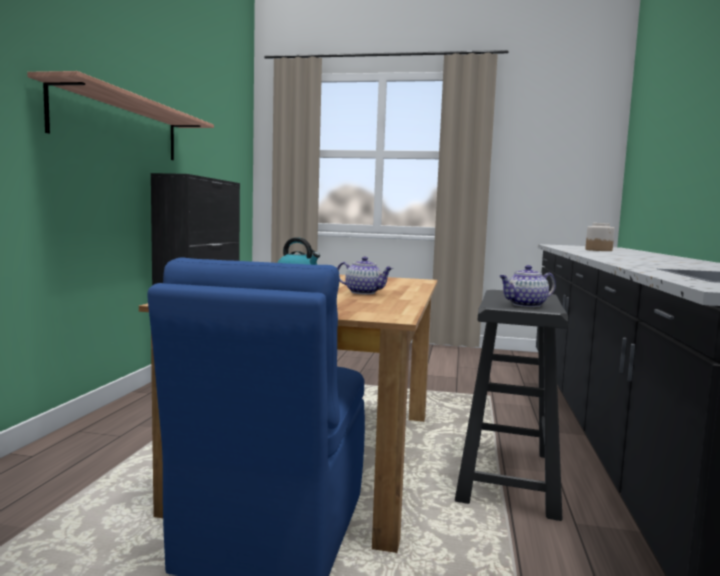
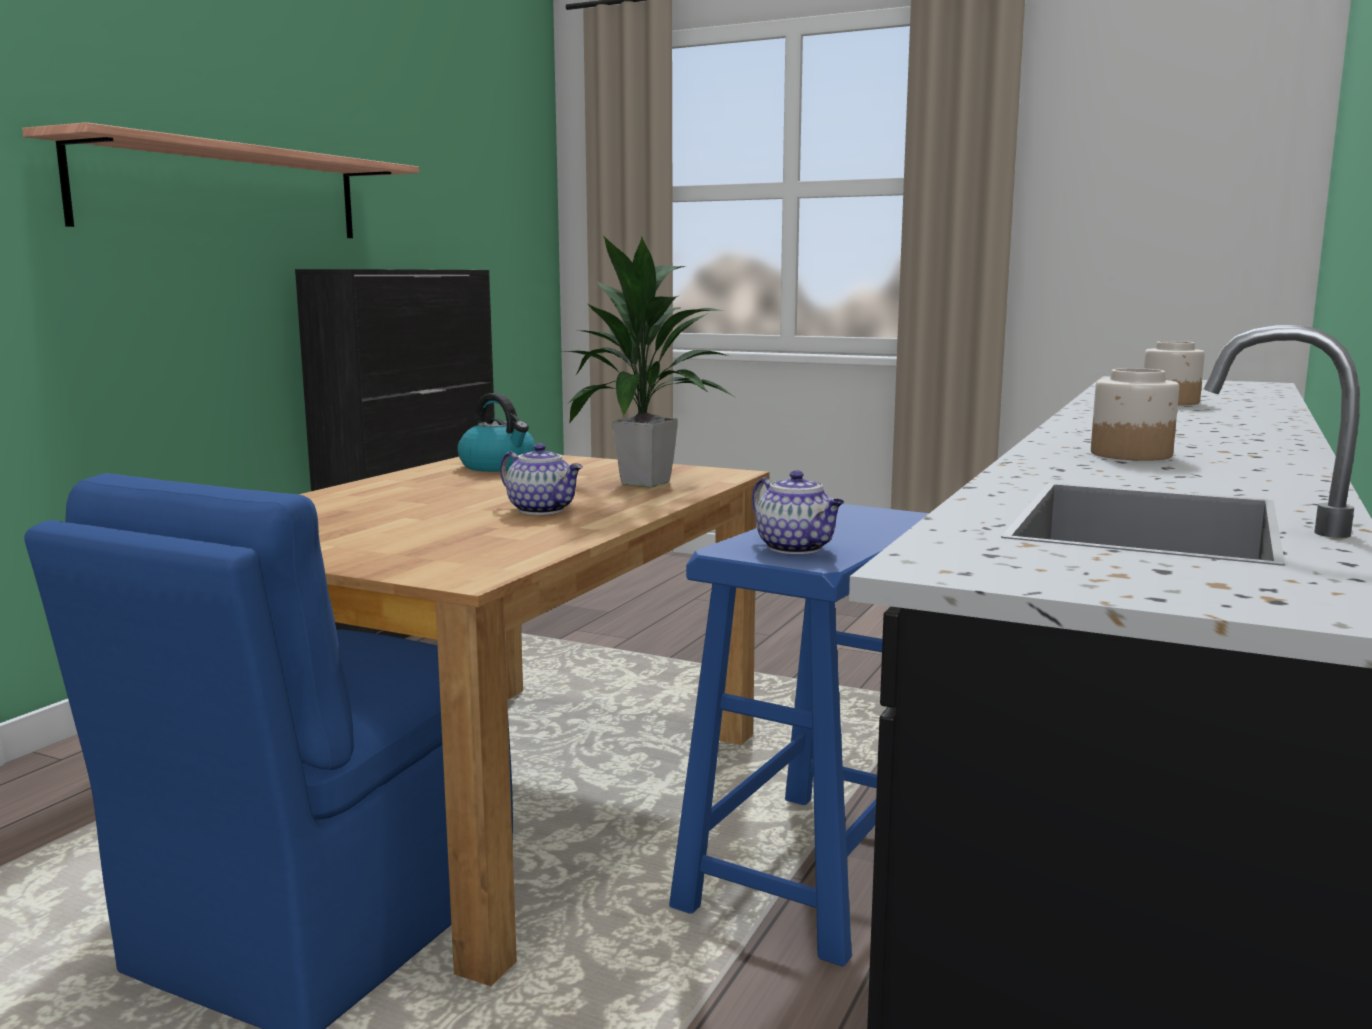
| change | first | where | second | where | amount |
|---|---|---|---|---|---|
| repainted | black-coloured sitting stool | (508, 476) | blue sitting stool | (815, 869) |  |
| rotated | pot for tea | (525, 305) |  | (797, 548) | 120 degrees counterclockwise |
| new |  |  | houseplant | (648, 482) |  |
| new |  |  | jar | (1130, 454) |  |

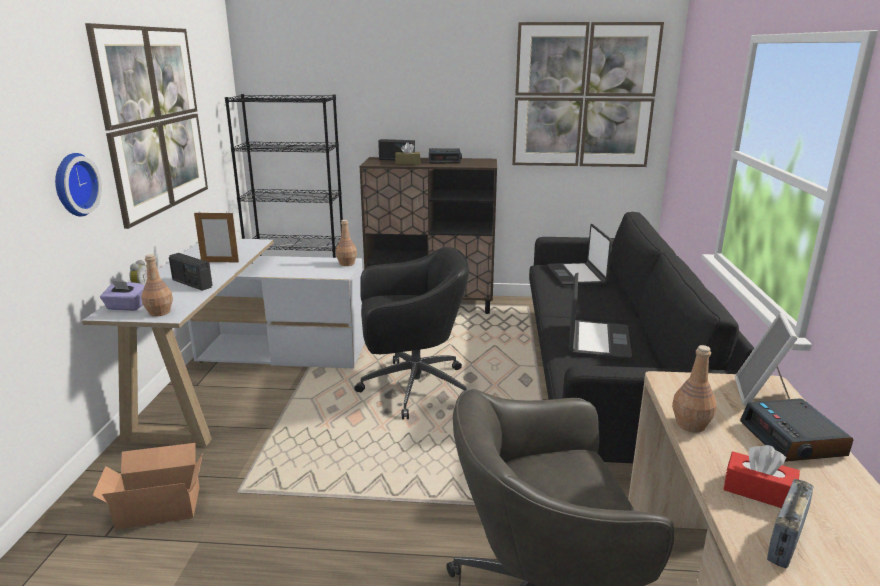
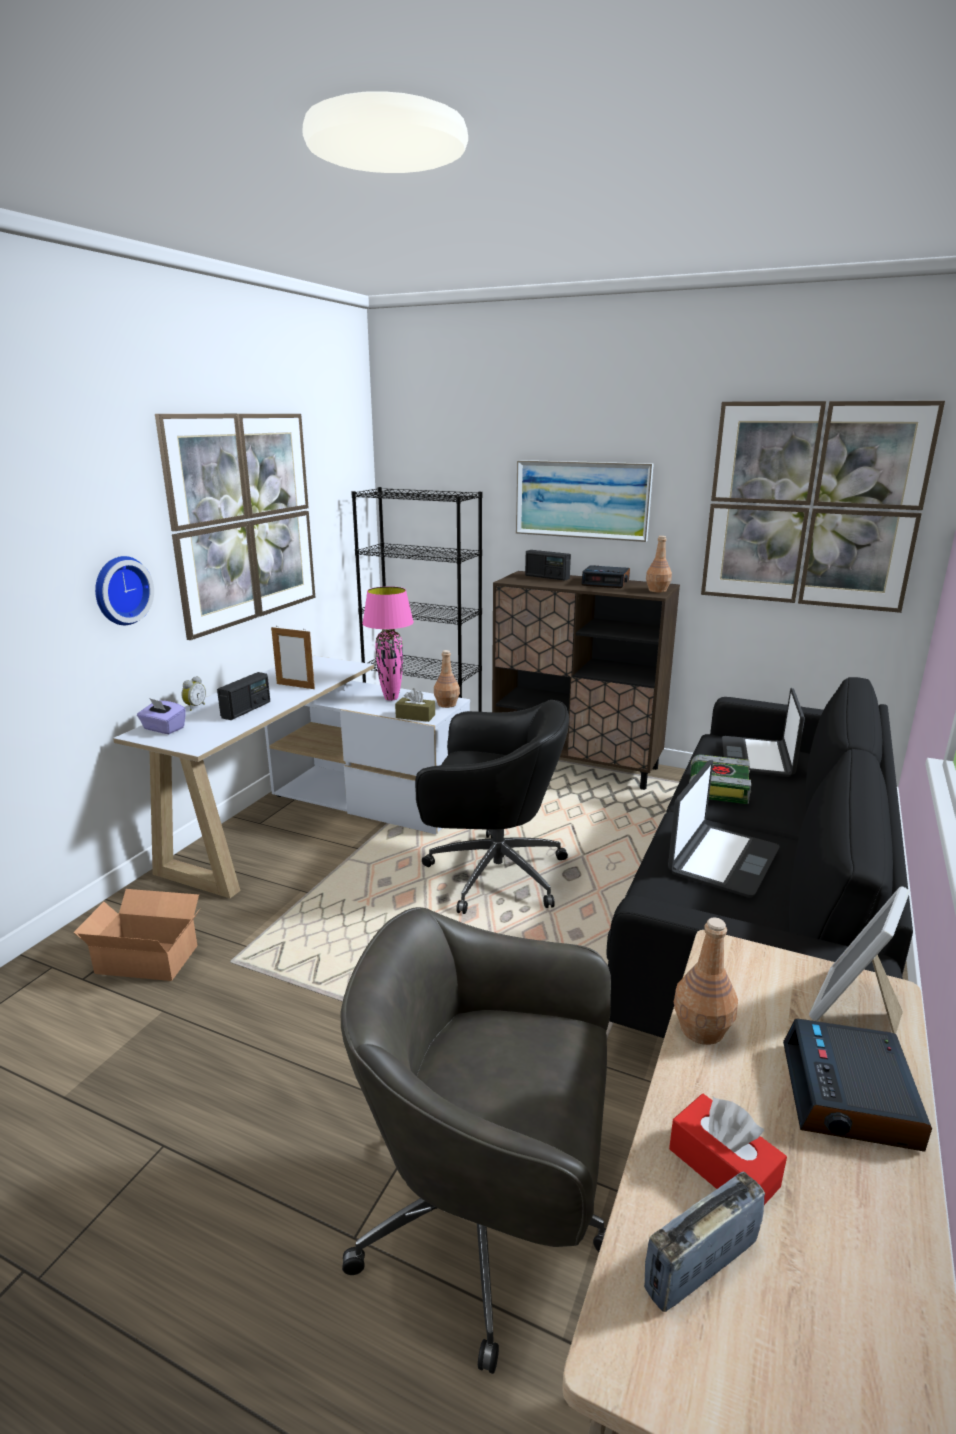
| change | first | where | second | where | amount |
|---|---|---|---|---|---|
| shifted | brown-coloured bottle | (159, 312) |  | (657, 590) |  |
| rotated | radio | (191, 284) |  | (246, 710) | 120 degrees counterclockwise |
| shifted | brown-coloured box of tissues | (407, 163) |  | (415, 716) |  |
| new |  |  | pink table lamp | (391, 698) |  |
| new |  |  | wall picture | (582, 499) |  |
| new |  |  | volume | (717, 786) |  |

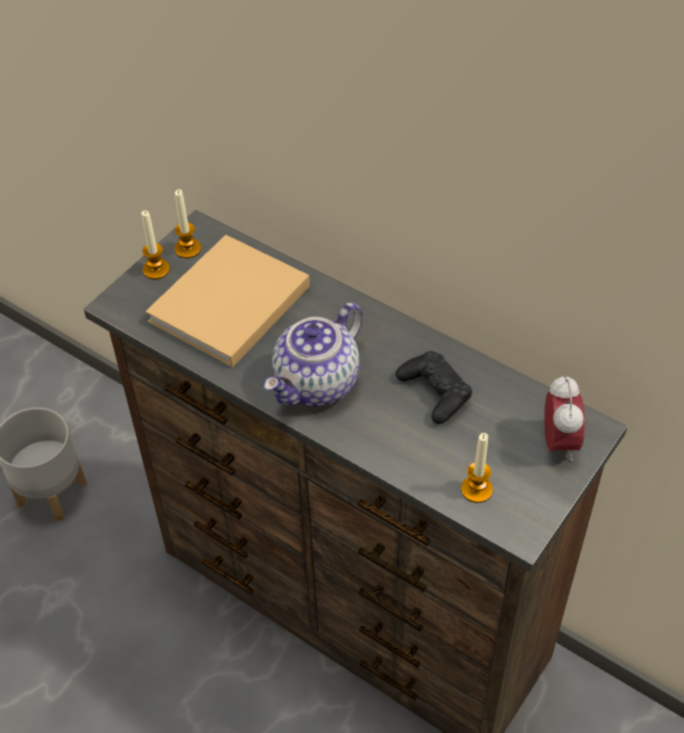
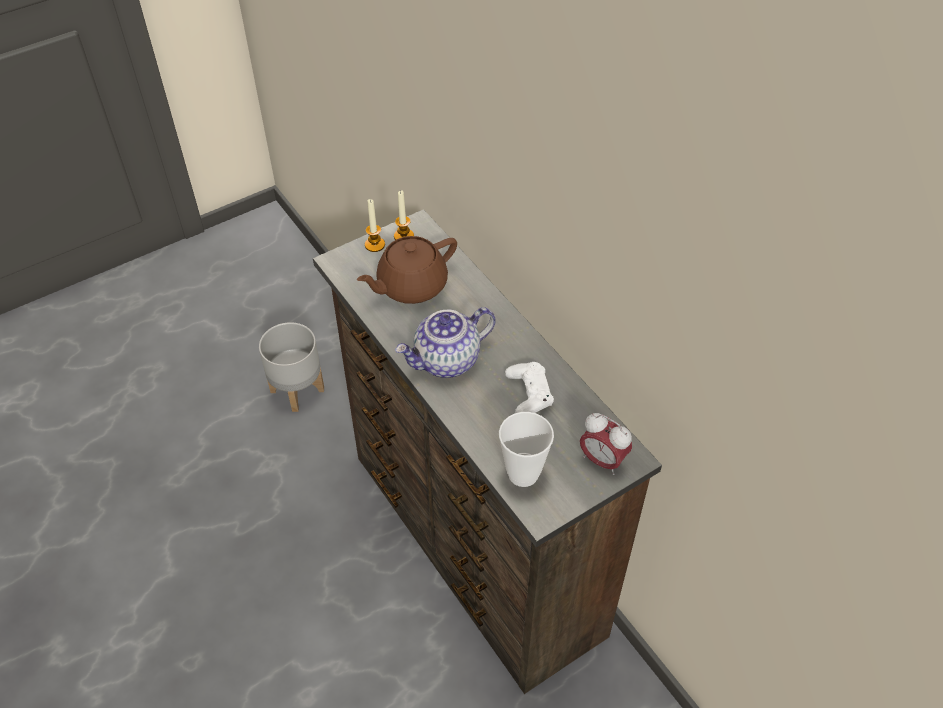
| change | first | where | second | where | amount |
|---|---|---|---|---|---|
| swapped | beige volume | (226, 306) | brown-coloured pot for tea | (410, 286) |  |
| repainted | black-coloured game controller | (435, 392) | white game controller | (529, 393) |  |
| swapped | wax candle | (476, 489) | cup | (523, 474) |  |
| rotated | alarm clock | (559, 443) |  | (602, 460) | 105 degrees clockwise |

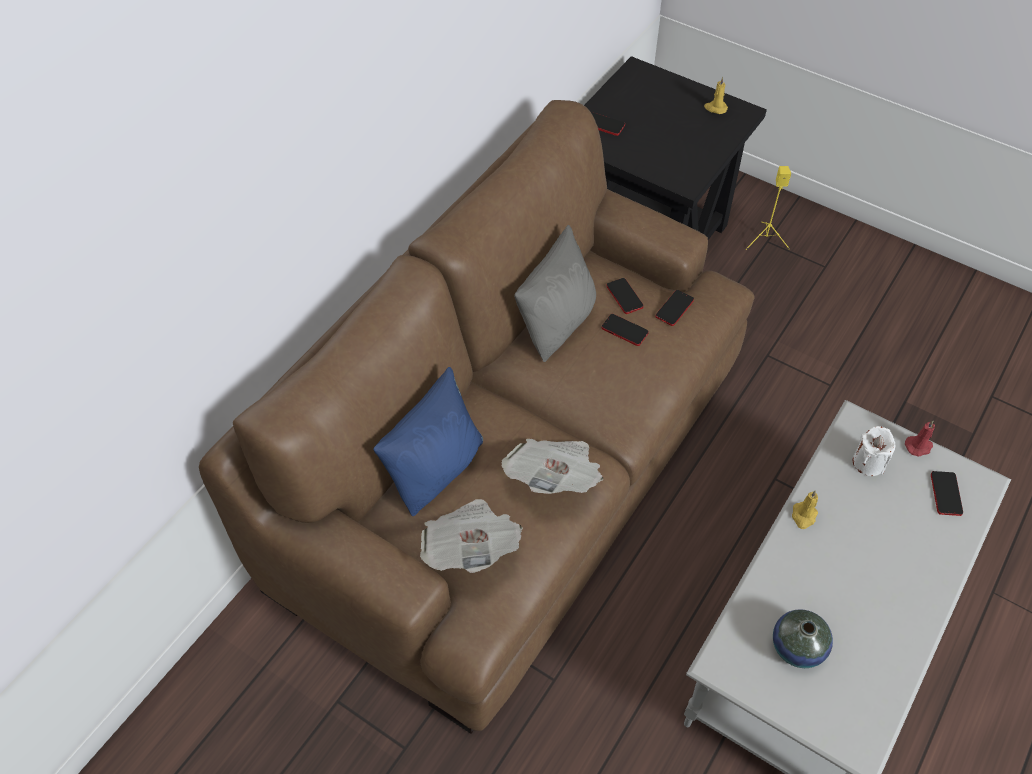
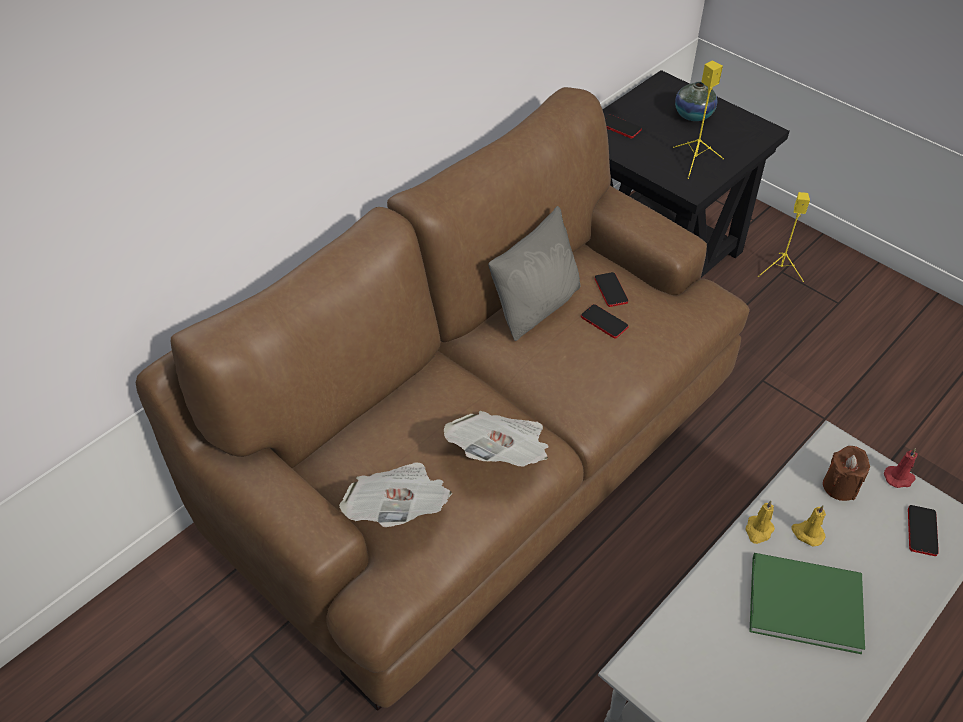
| change | first | where | second | where | amount |
|---|---|---|---|---|---|
| gone | blue cushion | (436, 469) |  |  |  |
| gone | telephone | (674, 308) |  |  |  |
| shifted | yellow-coloured wax candle | (715, 108) |  | (807, 533) |  |
| shifted | decorative vase | (797, 647) |  | (693, 115) |  |
| repainted | white wax candle | (868, 462) | brown-coloured wax candle | (840, 486) |  |
| new |  |  | yellow-coloured loudspeaker | (695, 161) |  |
| new |  |  | greenish volume | (801, 600) |  |

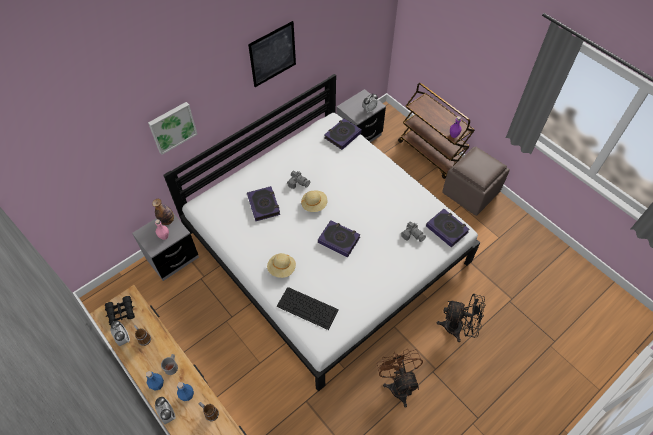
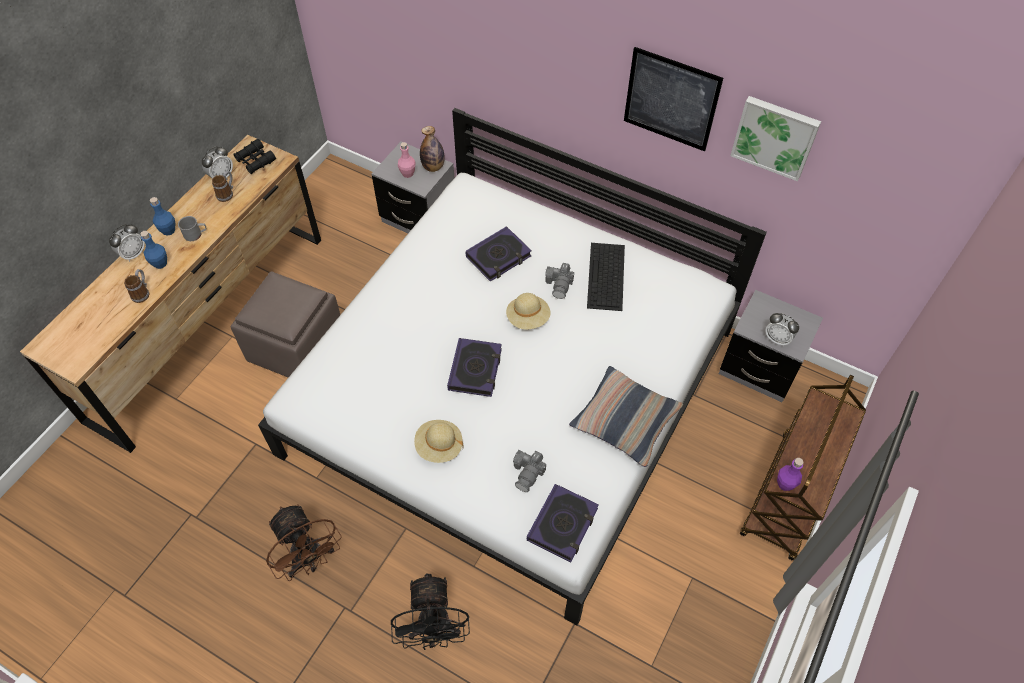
| change | first | where | second | where | amount |
|---|---|---|---|---|---|
| shifted | wall picture | (172, 127) |  | (775, 136) |  |
| shifted | beige clothing hat | (282, 269) |  | (439, 446) |  |
| shifted | keyboard | (308, 308) |  | (606, 277) |  |
| gone | volume | (342, 135) |  |  |  |
| rotated | brown-coloured cooling fan | (398, 384) |  | (310, 560) | 90 degrees clockwise |
| shifted | brown-coloured ottoman | (470, 193) |  | (295, 347) |  |
| new |  |  | cushion | (625, 421) |  |

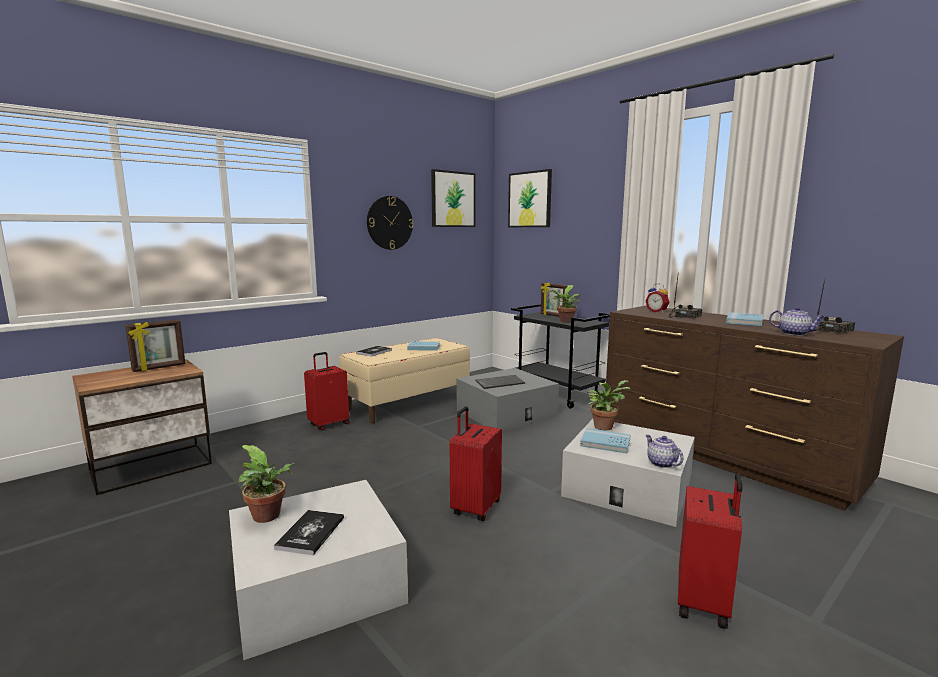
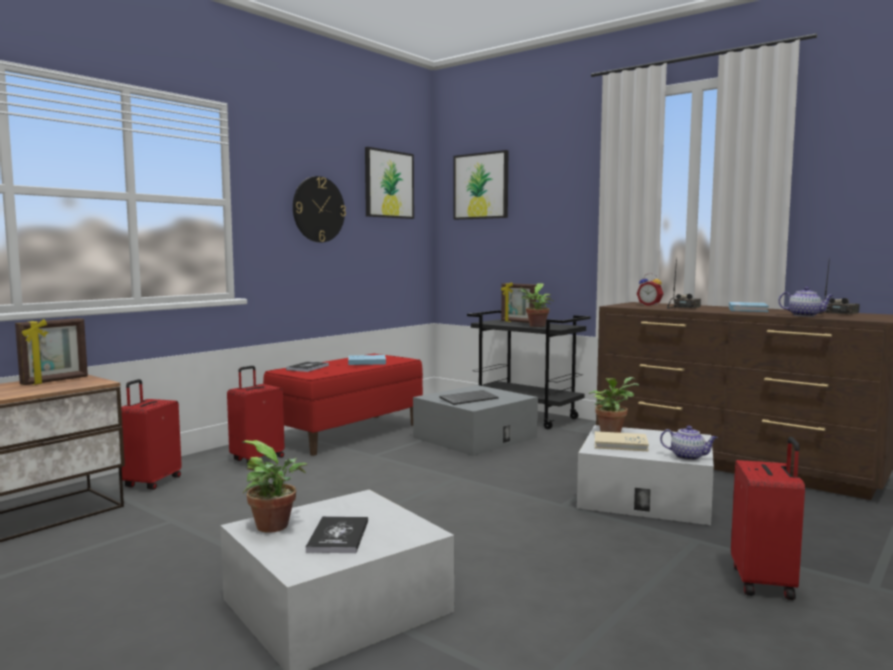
| change | first | where | second | where | amount |
|---|---|---|---|---|---|
| repainted | beige indoor bench | (407, 403) | red indoor bench | (347, 433) |  |
| shifted | red piece of luggage | (475, 508) |  | (151, 482) |  |
| repainted | blue volume | (605, 443) | beige volume | (620, 444) |  |
| rotated | pot for tea | (661, 463) |  | (688, 457) | 150 degrees clockwise |

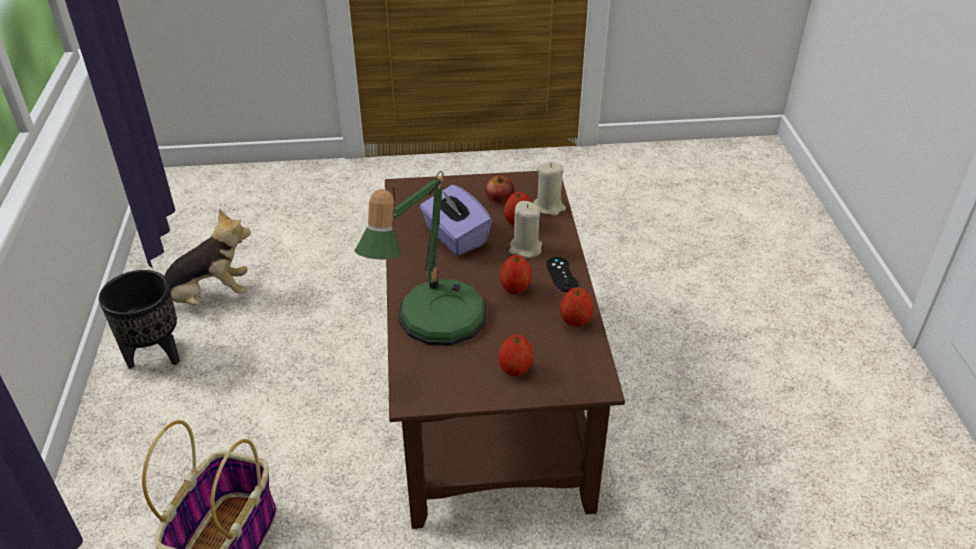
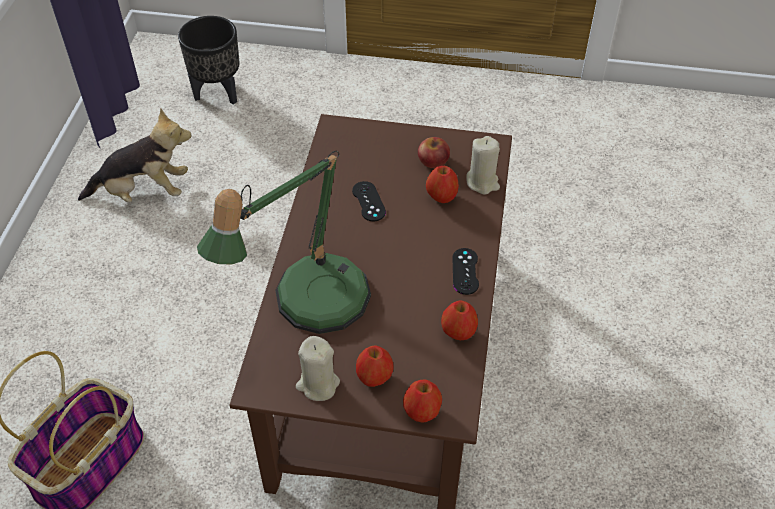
| change | first | where | second | where | amount |
|---|---|---|---|---|---|
| shifted | black-coloured plant pot | (155, 354) |  | (218, 93) |  |
| swapped | purplish box of tissues | (455, 237) | black-coloured game controller | (368, 201) |  |
| shifted | apple fruit | (515, 288) |  | (422, 412) |  |
| shifted | beige wax candle | (525, 248) |  | (318, 384) |  |

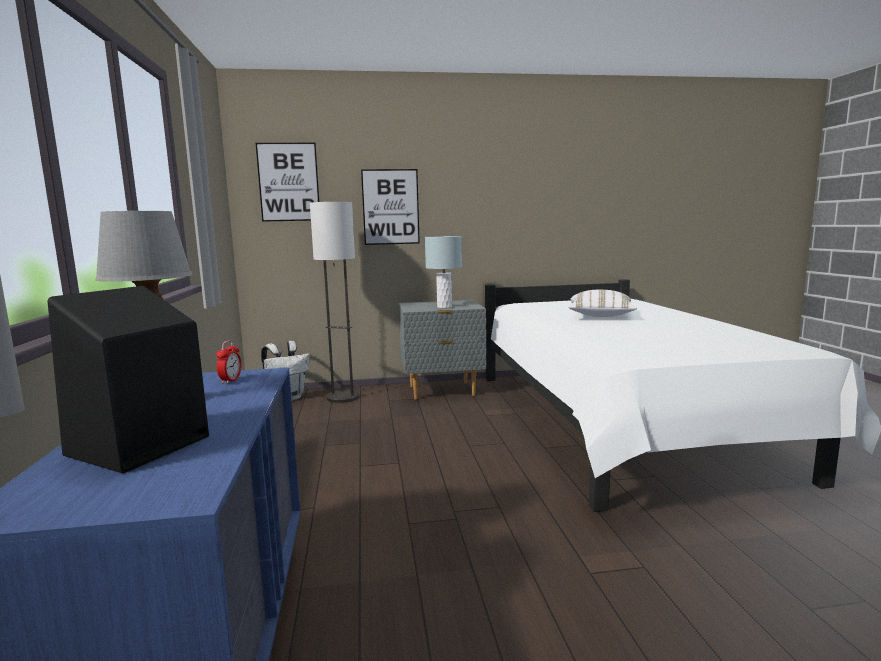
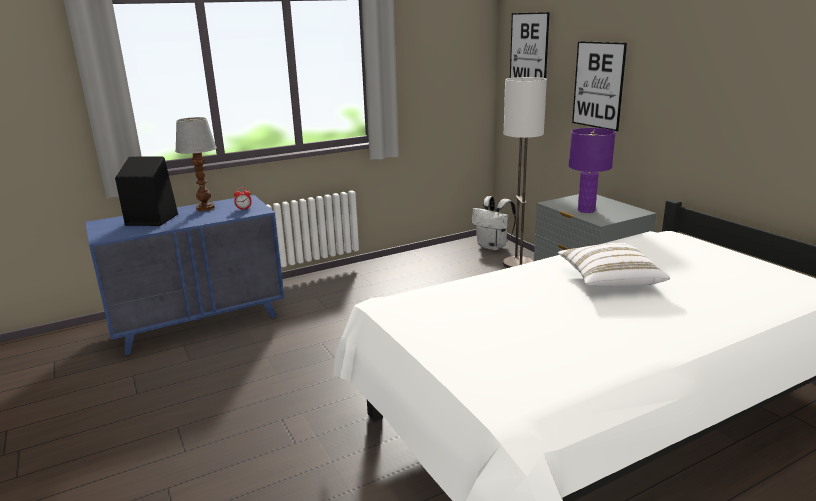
| change | first | where | second | where | amount |
|---|---|---|---|---|---|
| repainted | greyish table lamp | (444, 307) | purplish table lamp | (586, 210) |  |

